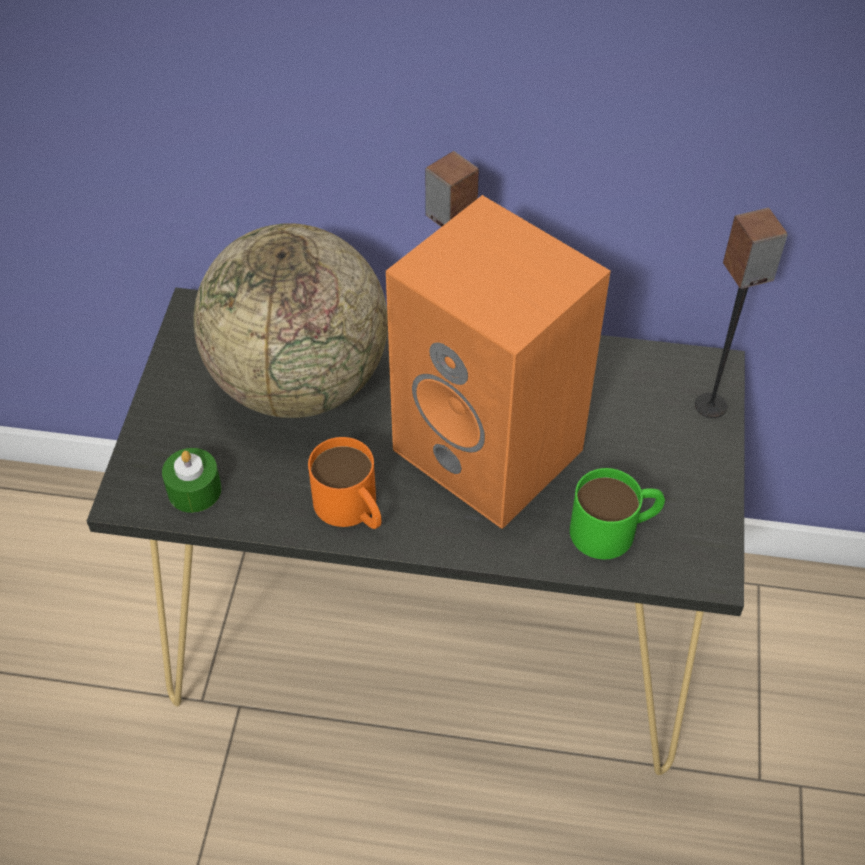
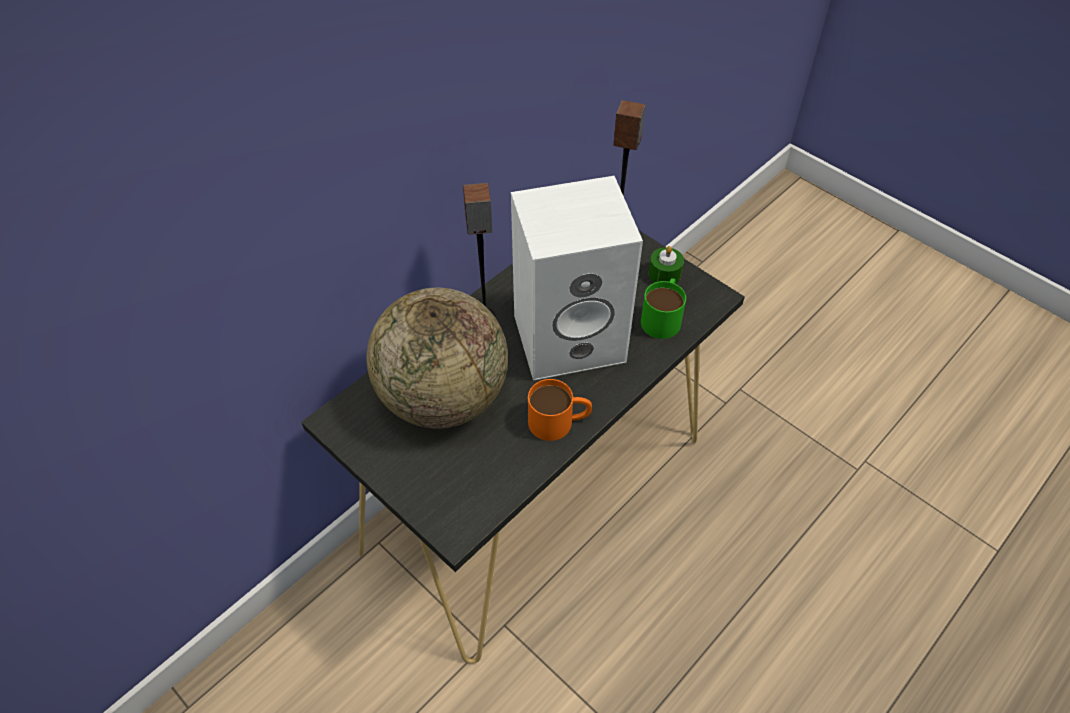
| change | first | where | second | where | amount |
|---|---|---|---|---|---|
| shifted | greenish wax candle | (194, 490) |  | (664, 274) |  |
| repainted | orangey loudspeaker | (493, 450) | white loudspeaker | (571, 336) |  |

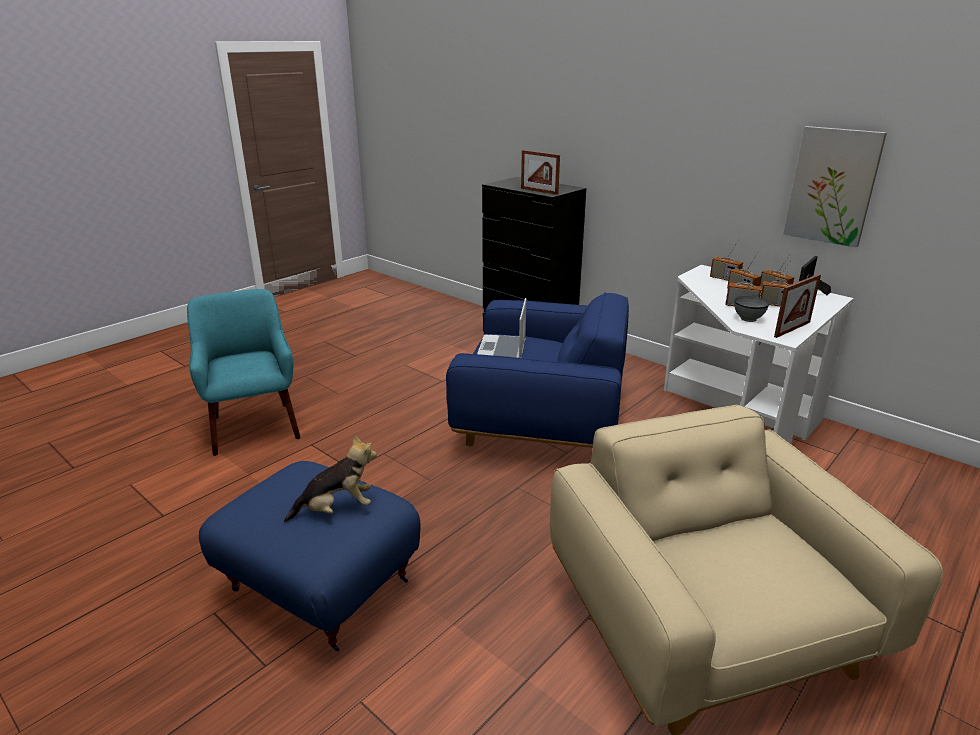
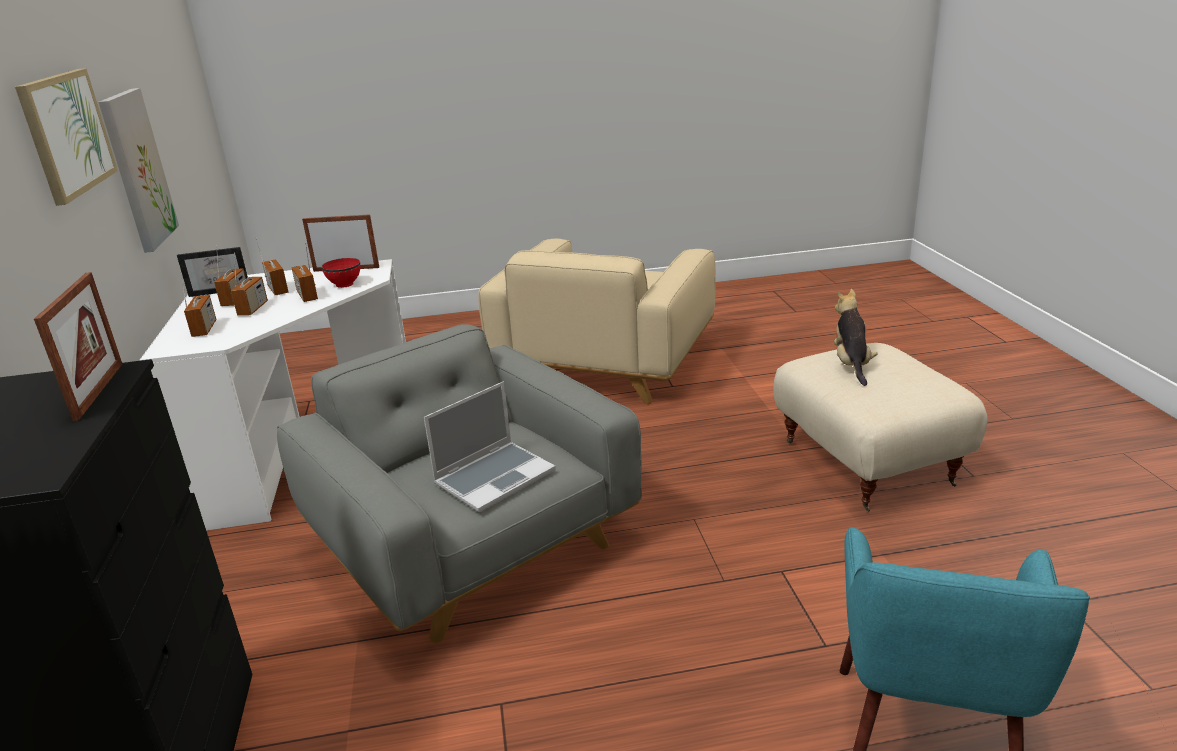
| change | first | where | second | where | amount |
|---|---|---|---|---|---|
| repainted | blue ottoman | (318, 588) | beige ottoman | (869, 462) |  |
| rotated | soft toy | (337, 509) |  | (851, 364) | 75 degrees clockwise |
| repainted | blue easy chair | (542, 419) | greyish easy chair | (472, 544) |  |
| repainted | greyish deep dish | (748, 319) | red deep dish | (345, 284) |  |
| new |  |  | wall picture | (67, 133) |  |

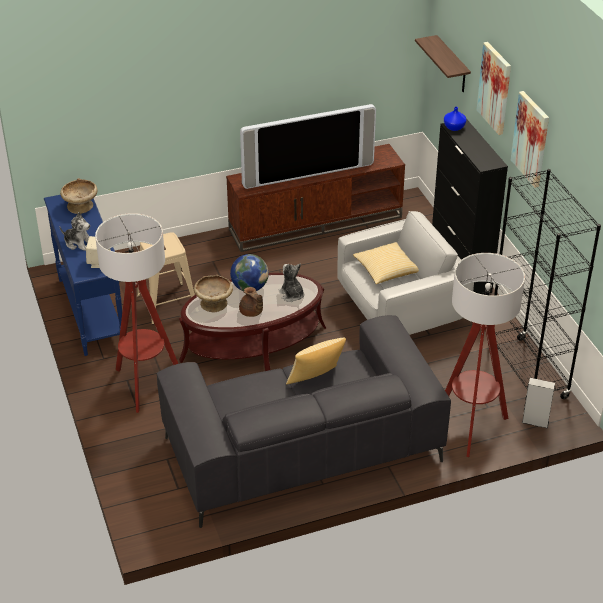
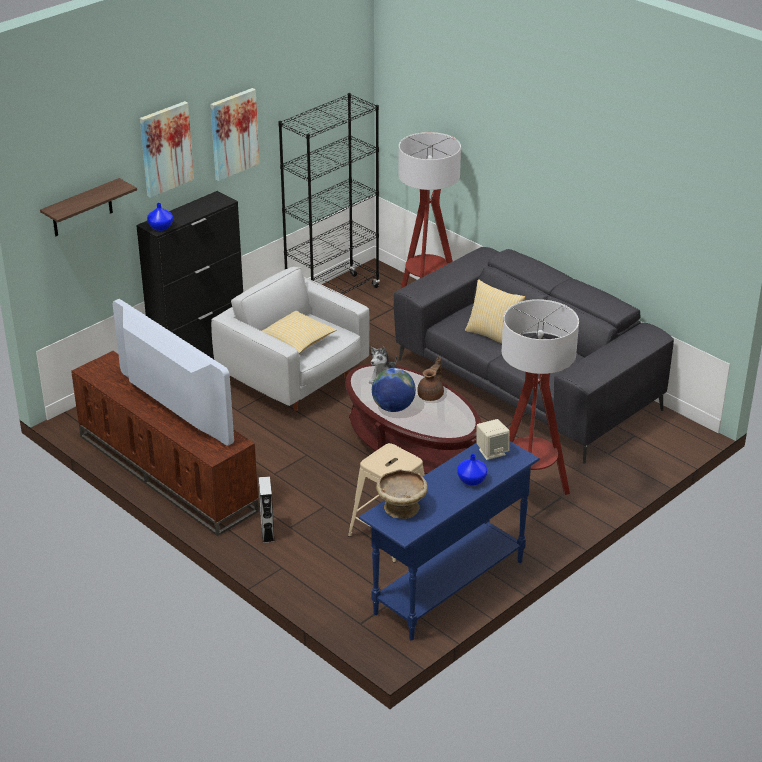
| change | first | where | second | where | amount |
|---|---|---|---|---|---|
| swapped | soft toy | (78, 243) | blue decorative vase | (471, 480) |  |
| gone | beige deep dish | (214, 303) |  |  |  |
| shifted | greyish loudspeaker | (535, 422) |  | (267, 532) |  |

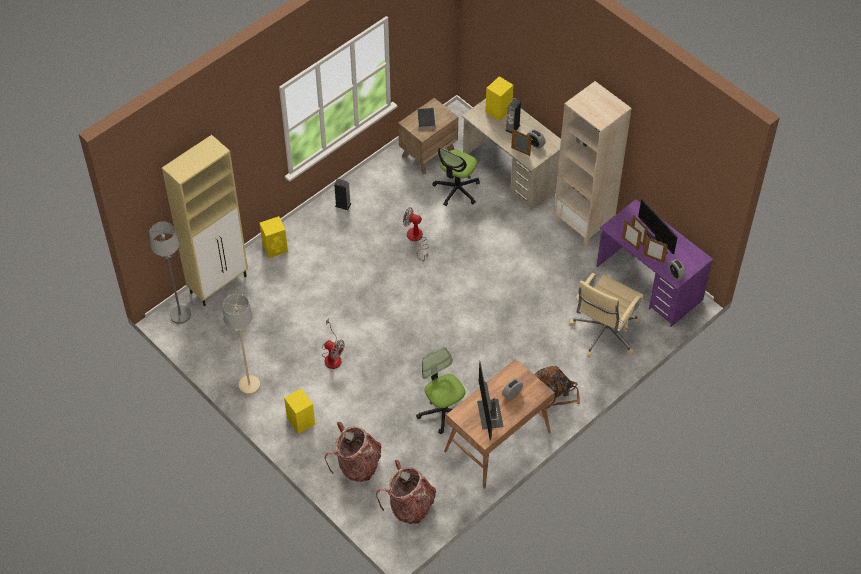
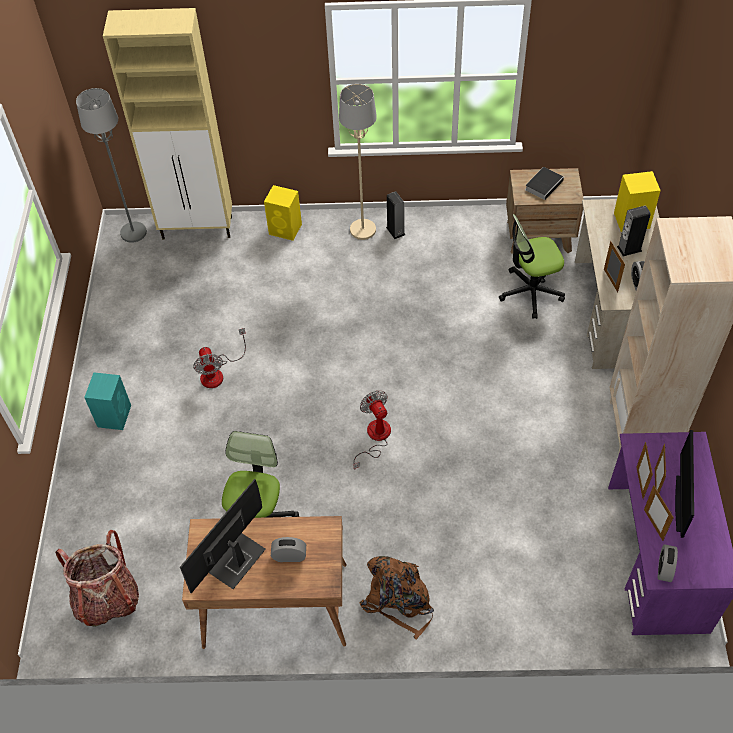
| change | first | where | second | where | amount |
|---|---|---|---|---|---|
| shifted | beige standing lamp | (249, 385) |  | (363, 230) |  |
| repainted | yellow-coloured loudspeaker | (300, 421) | turquoise loudspeaker | (114, 415) |  |
| gone | rucksack | (357, 465) |  |  |  |
| shifted | cooling fan | (416, 239) |  | (375, 438) |  |
| gone | beige office chair | (604, 333) |  |  |  |

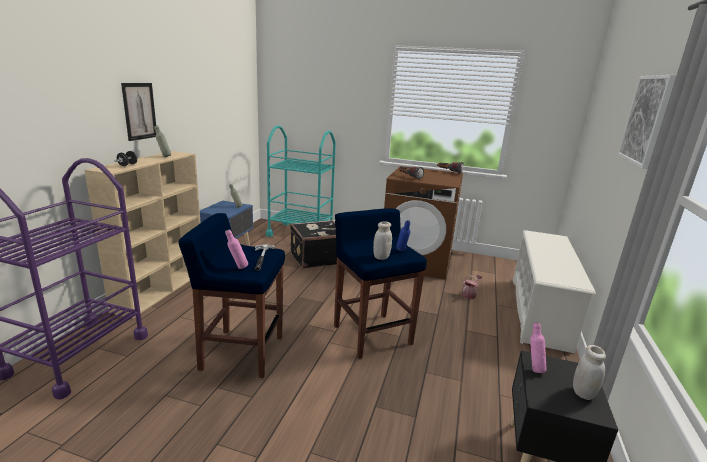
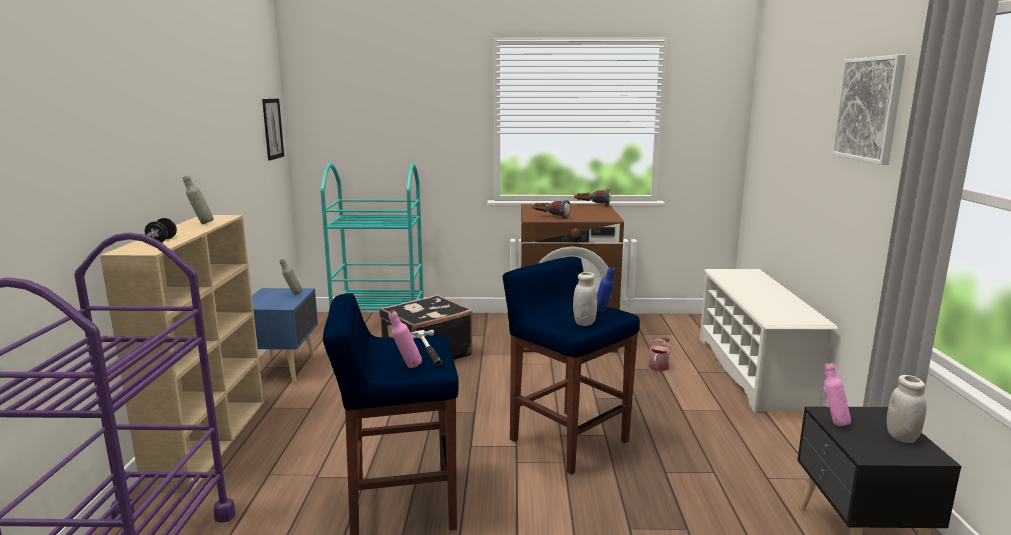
| change | first | where | second | where | amount |
|---|---|---|---|---|---|
| shifted | wall picture | (139, 111) |  | (272, 128) |  |

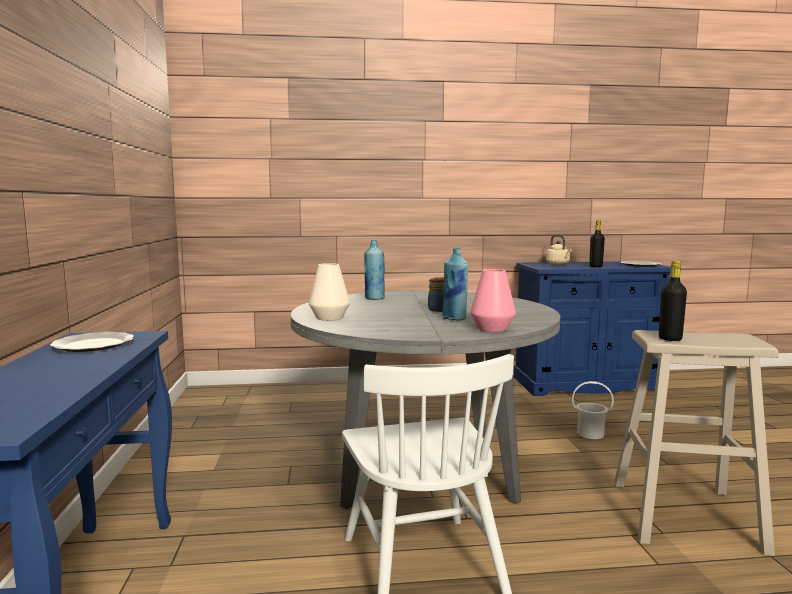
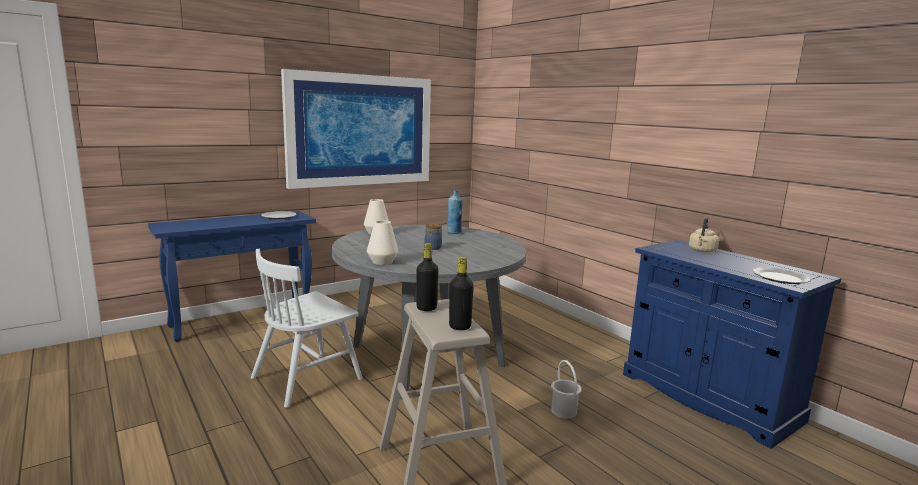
| change | first | where | second | where | amount |
|---|---|---|---|---|---|
| gone | blue bottle | (454, 318) |  |  |  |
| repainted | pink decorative vase | (492, 329) | white decorative vase | (382, 262) |  |
| shifted | black-coloured bottle | (595, 266) |  | (460, 327) |  |
| new |  |  | wall picture | (361, 130) |  |

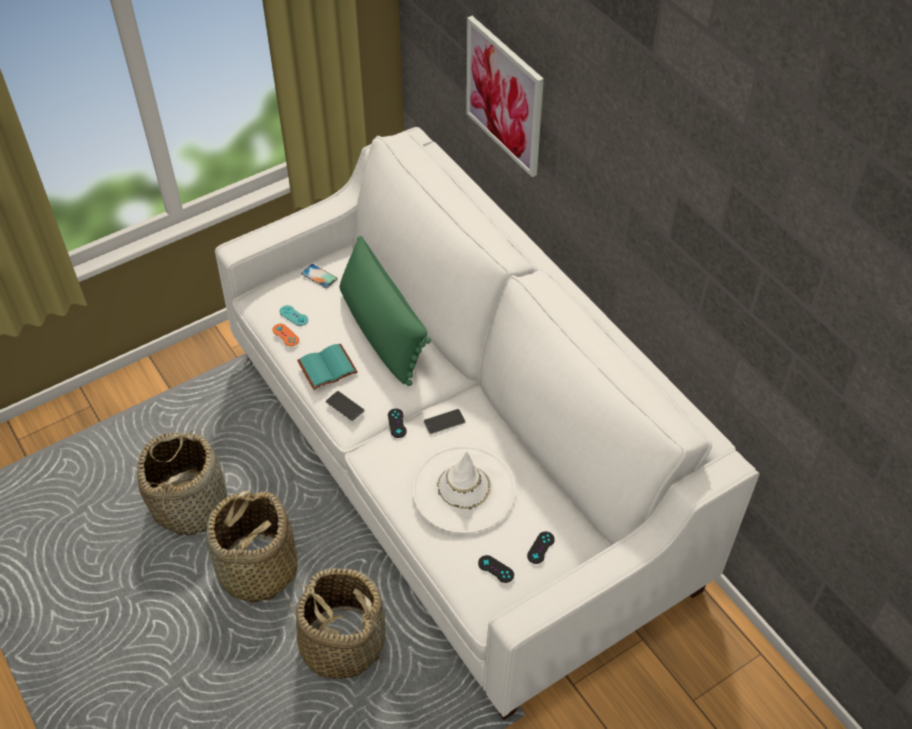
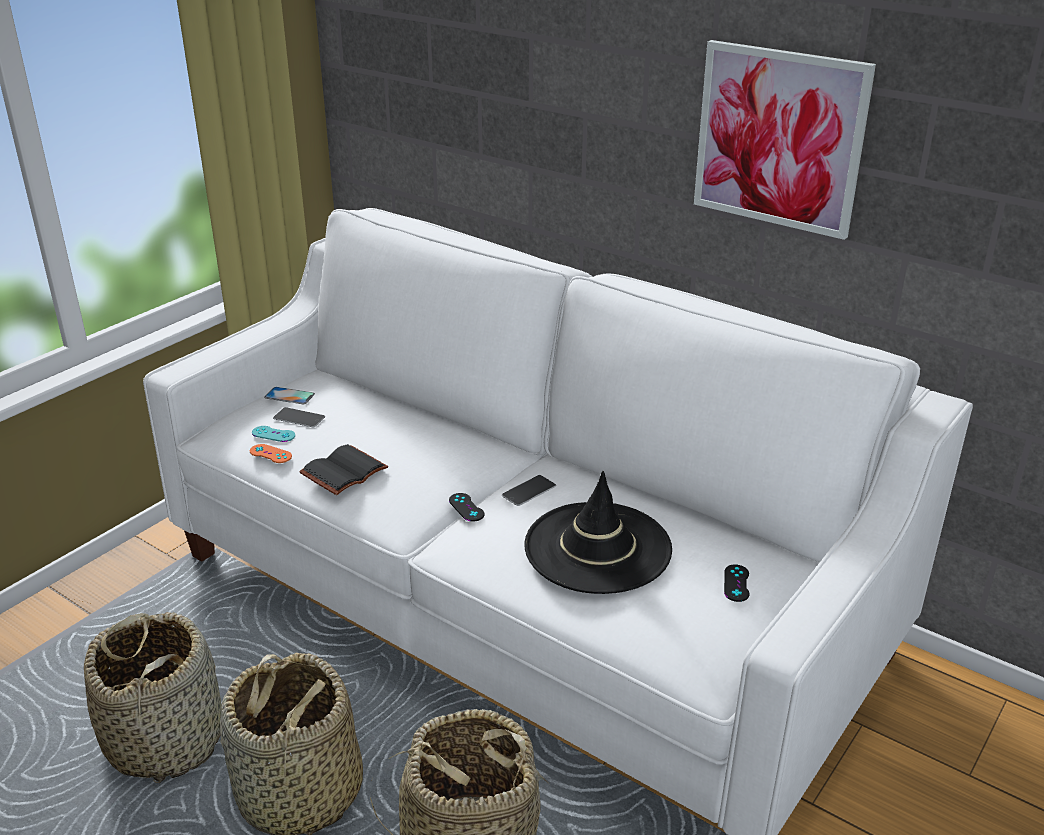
| change | first | where | second | where | amount |
|---|---|---|---|---|---|
| repainted | turquoise volume | (327, 366) | black-coloured volume | (343, 470) |  |
| shifted | telephone | (345, 406) |  | (299, 417) |  |
| gone | greenish cushion | (382, 331) |  |  |  |
| repainted | white clothing hat | (463, 489) | black-coloured clothing hat | (597, 548) |  |
| shifted | wall picture | (505, 96) |  | (779, 138) |  |
| gone | black-coloured game controller | (496, 569) |  |  |  |

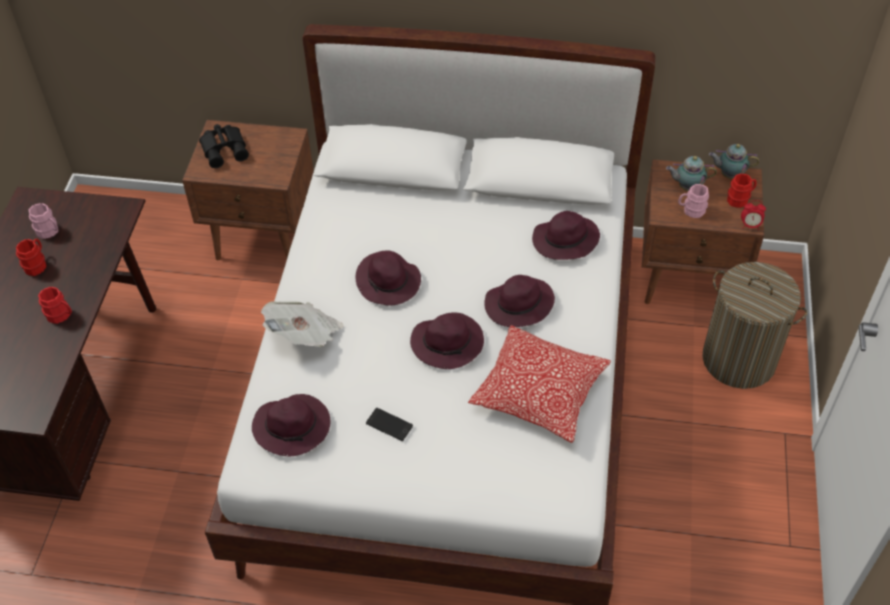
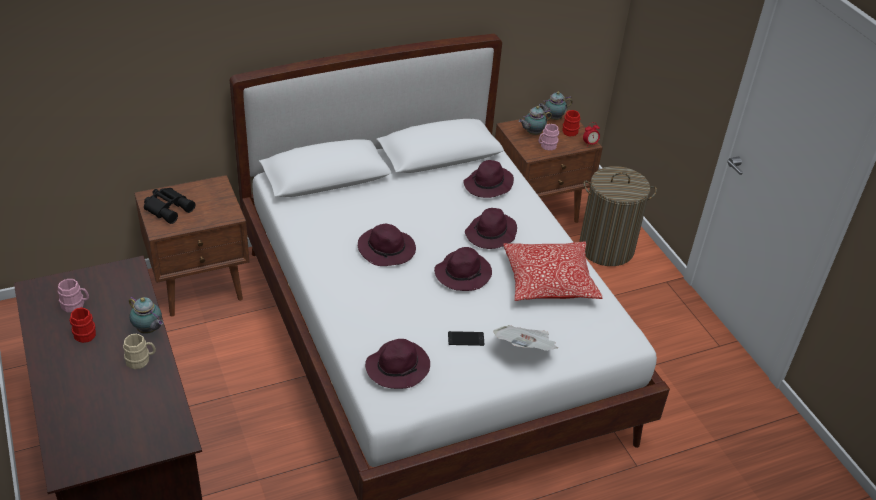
| change | first | where | second | where | amount |
|---|---|---|---|---|---|
| repainted | red coffee mug | (61, 315) | beige coffee mug | (141, 360) |  |
| shifted | daily paper | (305, 335) |  | (525, 349) |  |
| new |  |  | pot for tea | (148, 330) |  |

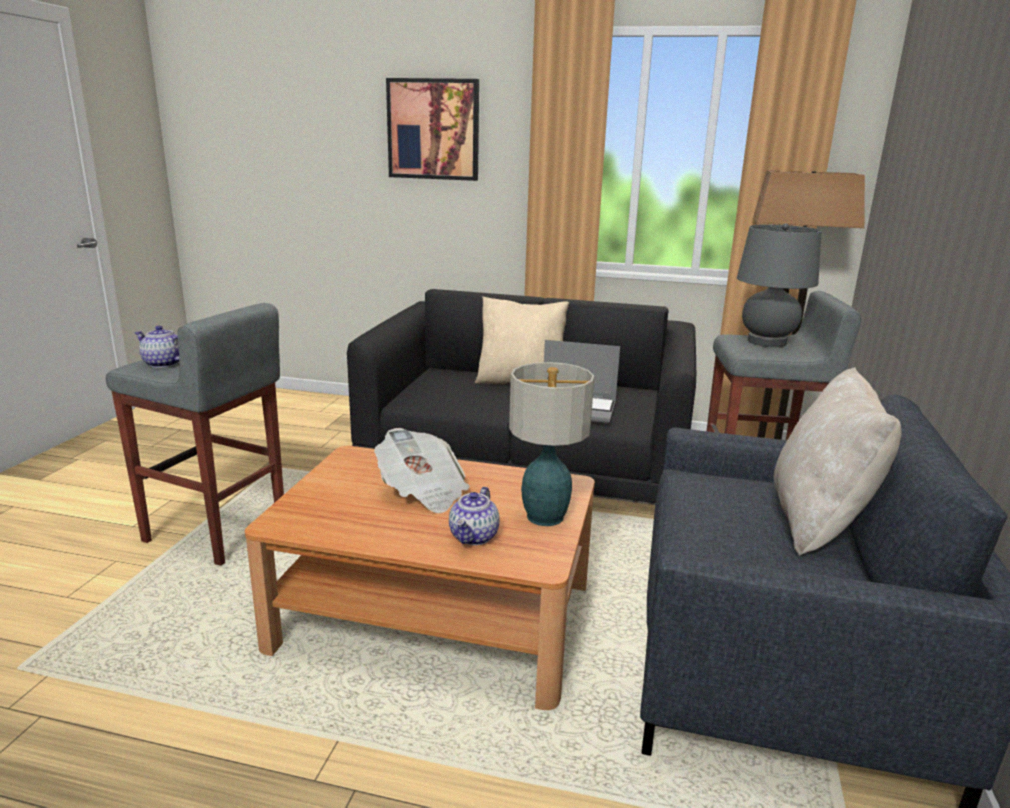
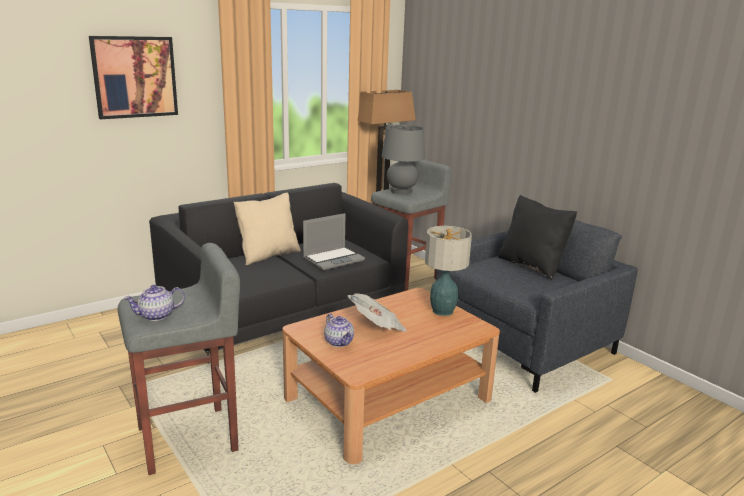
| change | first | where | second | where | amount |
|---|---|---|---|---|---|
| shifted | pot for tea | (474, 537) |  | (339, 342) |  |
| repainted | beige cushion | (818, 521) | black-coloured cushion | (532, 266) |  |

